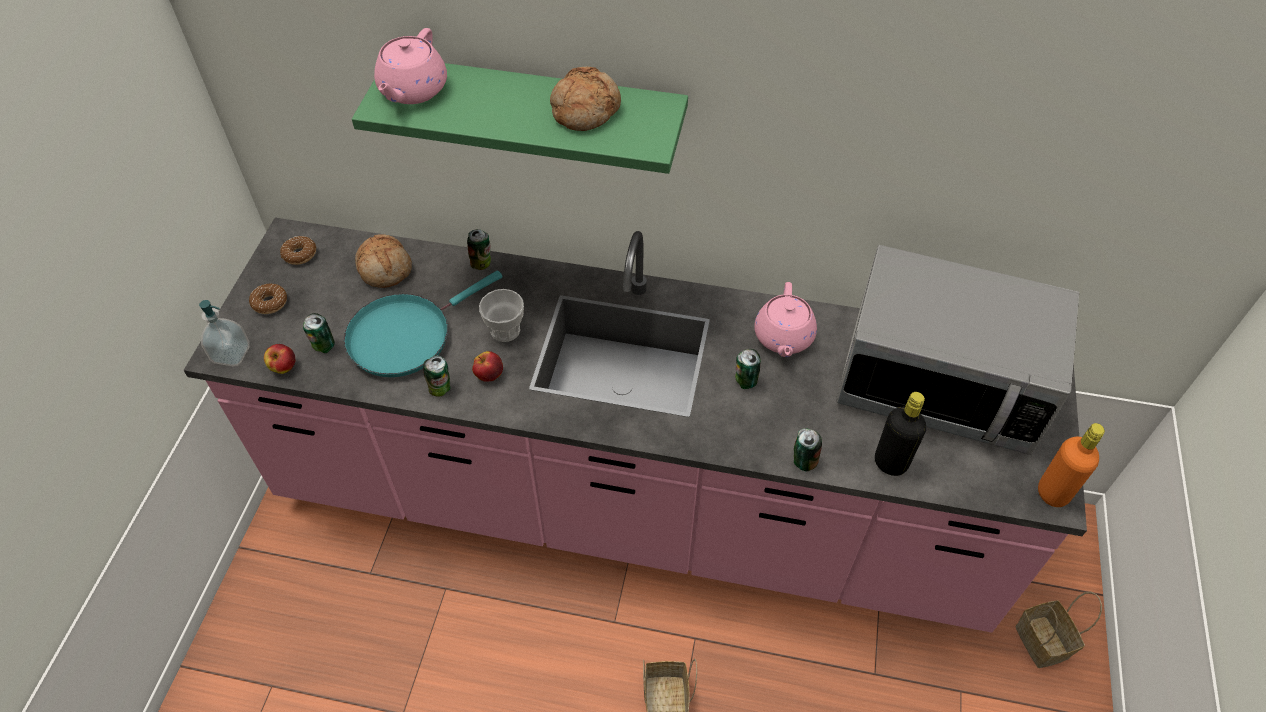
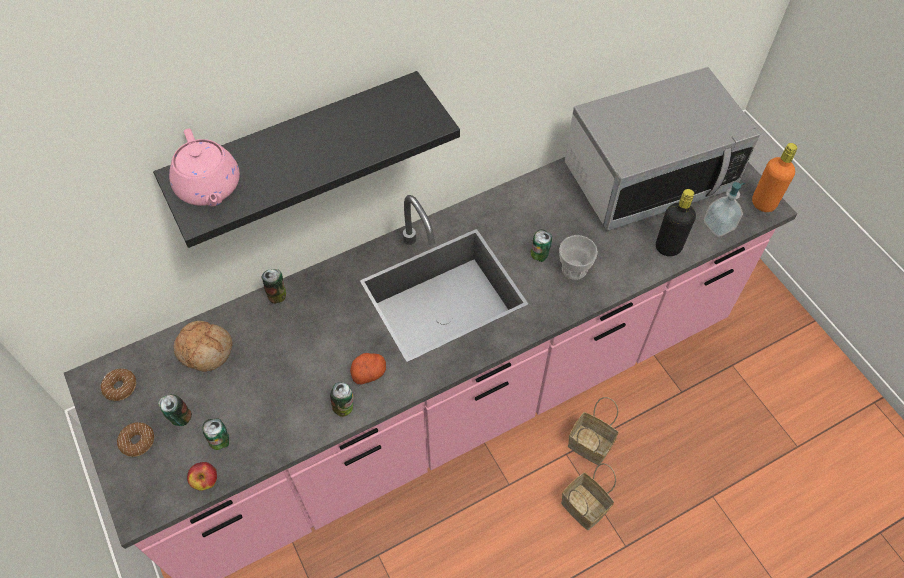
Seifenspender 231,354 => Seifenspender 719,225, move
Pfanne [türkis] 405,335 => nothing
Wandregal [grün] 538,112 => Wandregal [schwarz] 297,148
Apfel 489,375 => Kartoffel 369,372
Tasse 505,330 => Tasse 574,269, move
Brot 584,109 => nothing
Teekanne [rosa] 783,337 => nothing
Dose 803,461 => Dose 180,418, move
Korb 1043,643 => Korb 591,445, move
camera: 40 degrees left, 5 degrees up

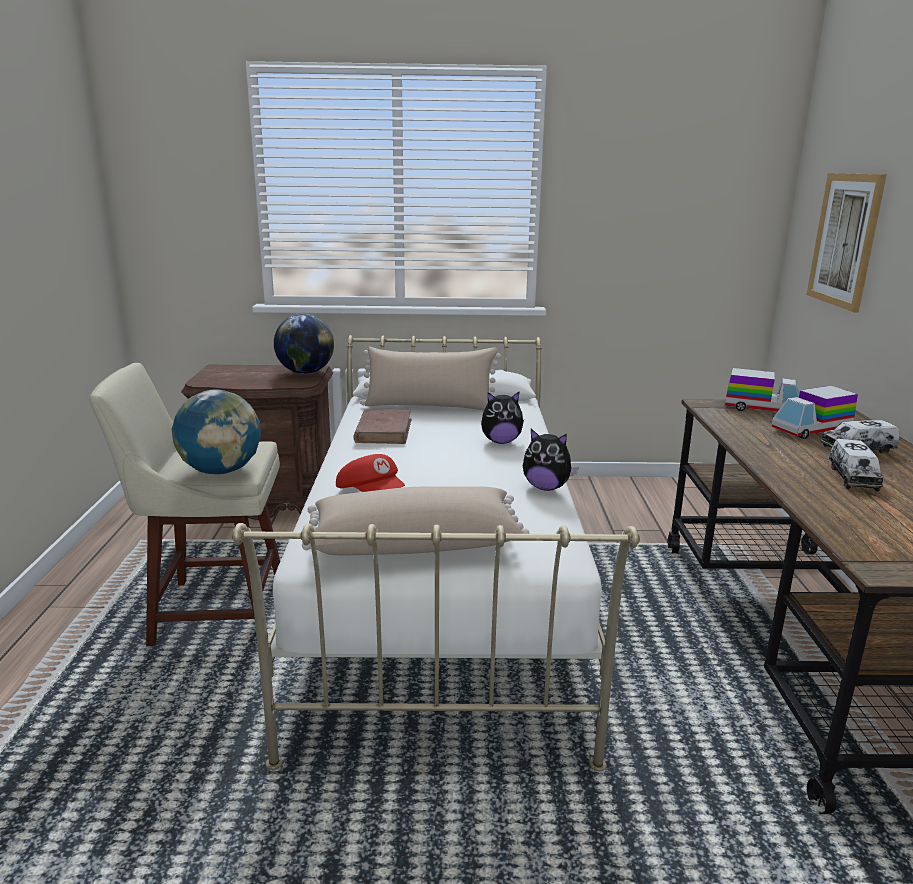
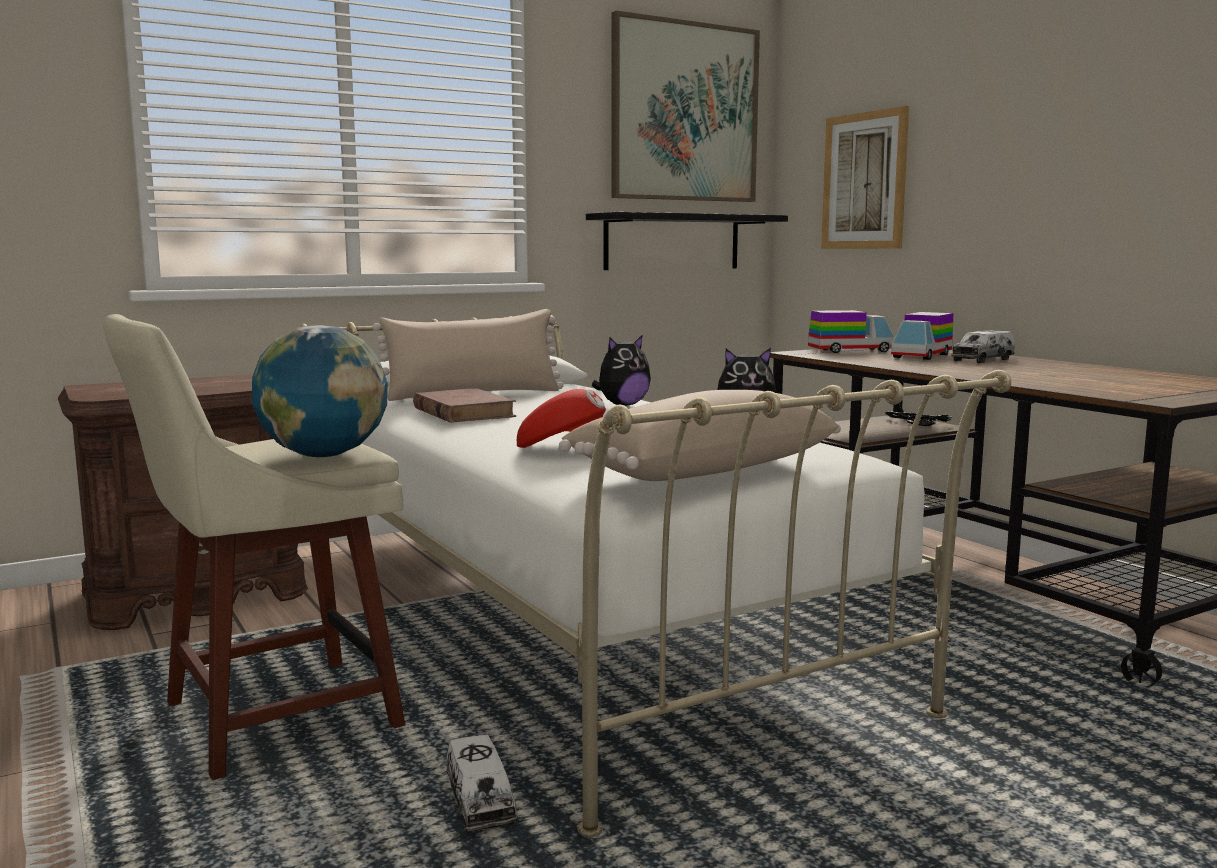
Globus 305,372 => nothing
Spielzeuglaster 853,477 => Spielzeuglaster 480,803, move
nothing => Wandregal [schwarz] 672,242
nothing => Bild 684,112
camera: 30 degrees left, 10 degrees down

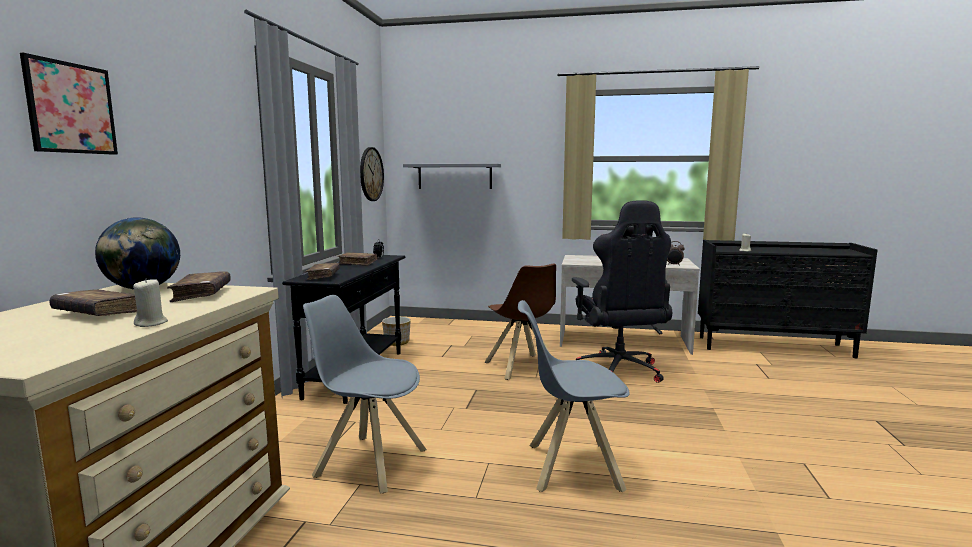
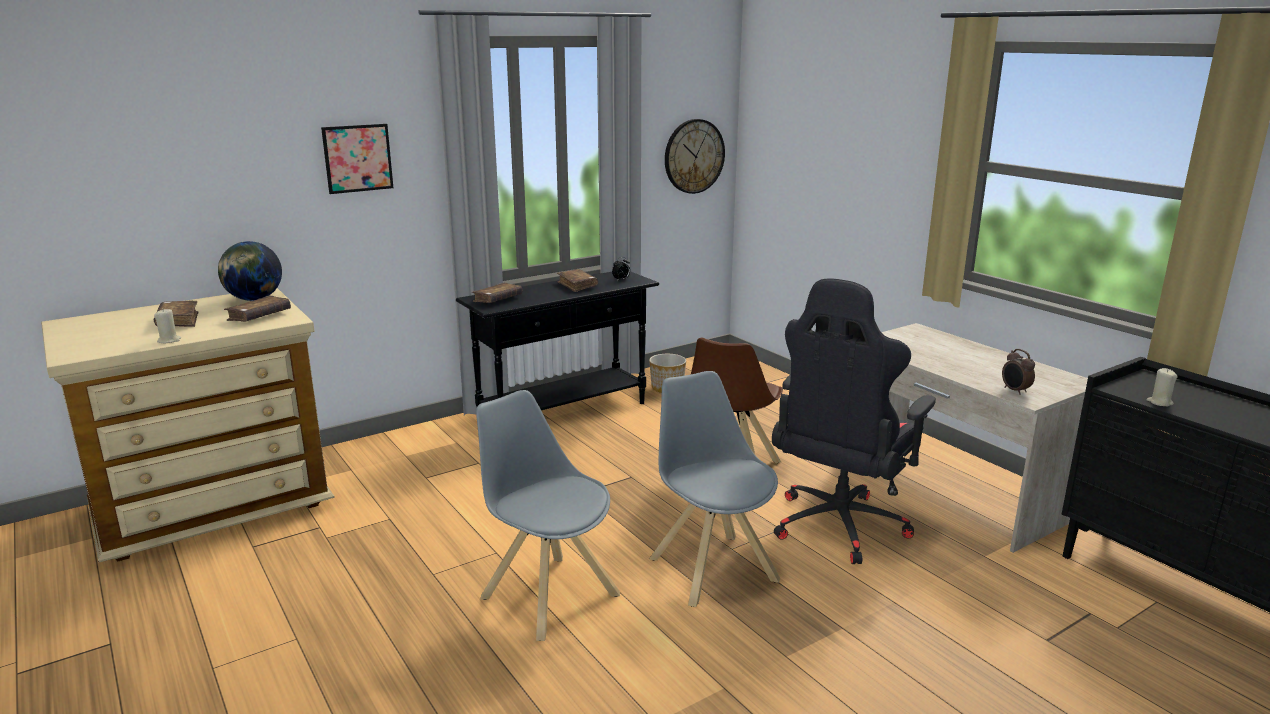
Bild 71,108 => Bild 357,158, move
Stuhl [grau] 369,461 => Stuhl [grau] 711,567, move
Wandregal [grau] 454,176 => nothing
camera: 45 degrees right, 10 degrees up

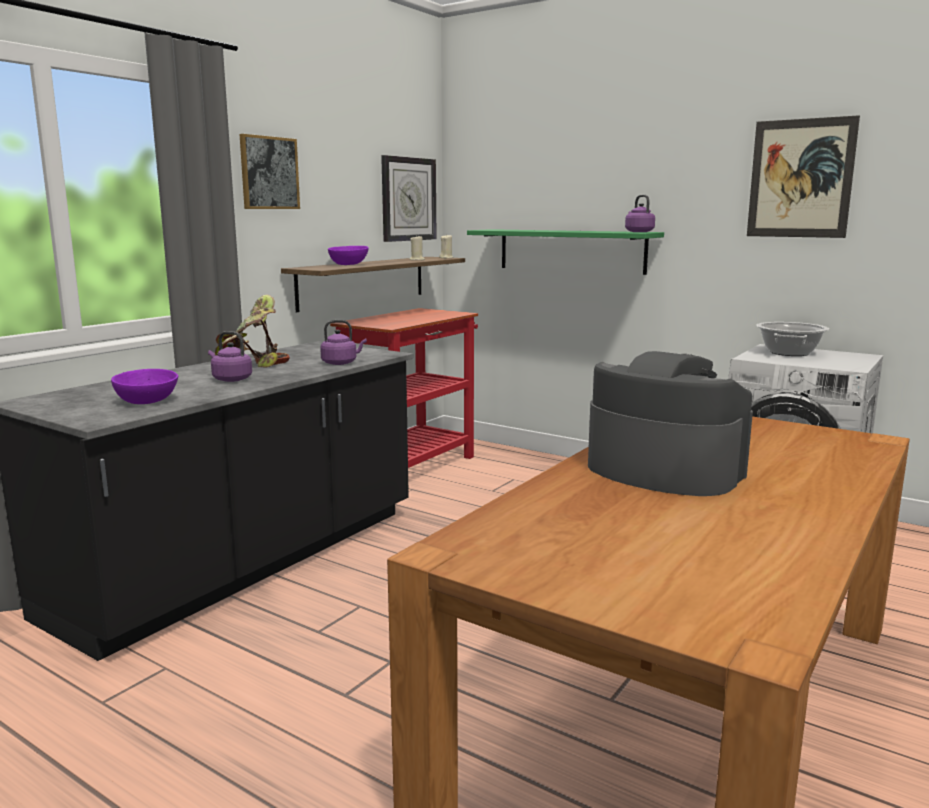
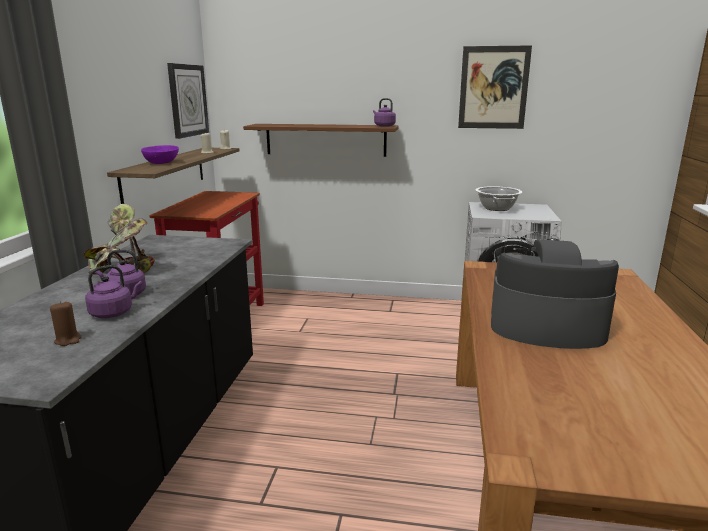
Schüssel [lila] 146,401 => Kerze [braun] 68,340
Bild 269,173 => nothing
Wasserkessel [lila] 341,363 => Wasserkessel [lila] 114,313, move
Wandregal [grün] 571,251 => Wandregal [braun] 325,140
camera: 25 degrees left, 5 degrees up

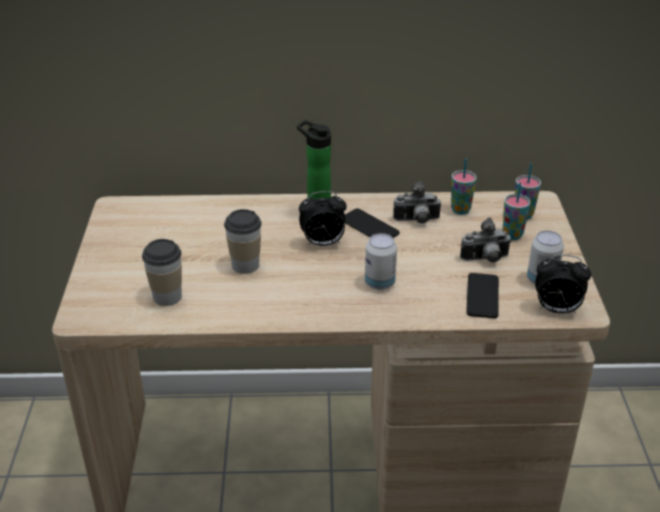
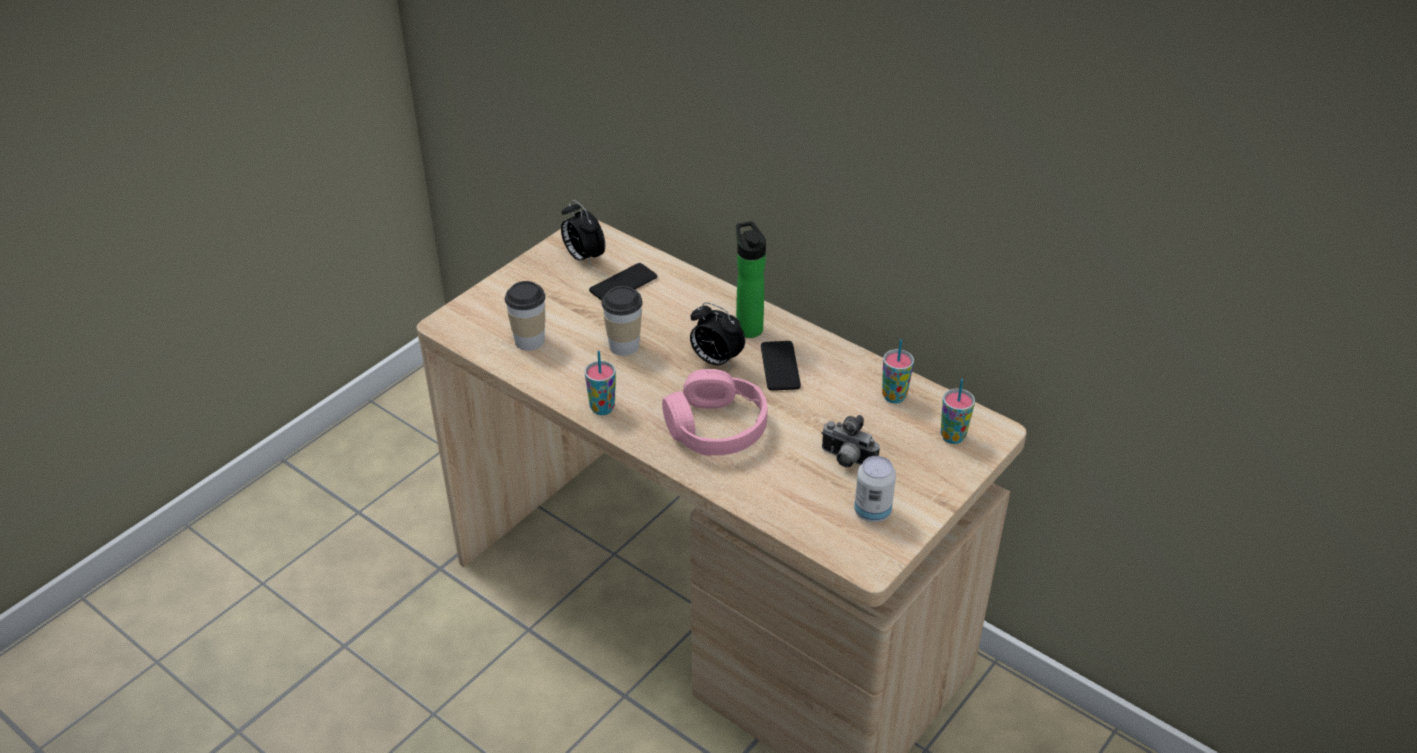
Dose 379,283 => Kopfhörer [rosa] 715,427
Kamera 417,221 => nothing
Handy 482,296 => Handy 623,284, move
Tasse 512,235 => Tasse 602,408, move
Wecker 556,310 => Wecker 583,257, move
camera: 40 degrees right, 5 degrees up

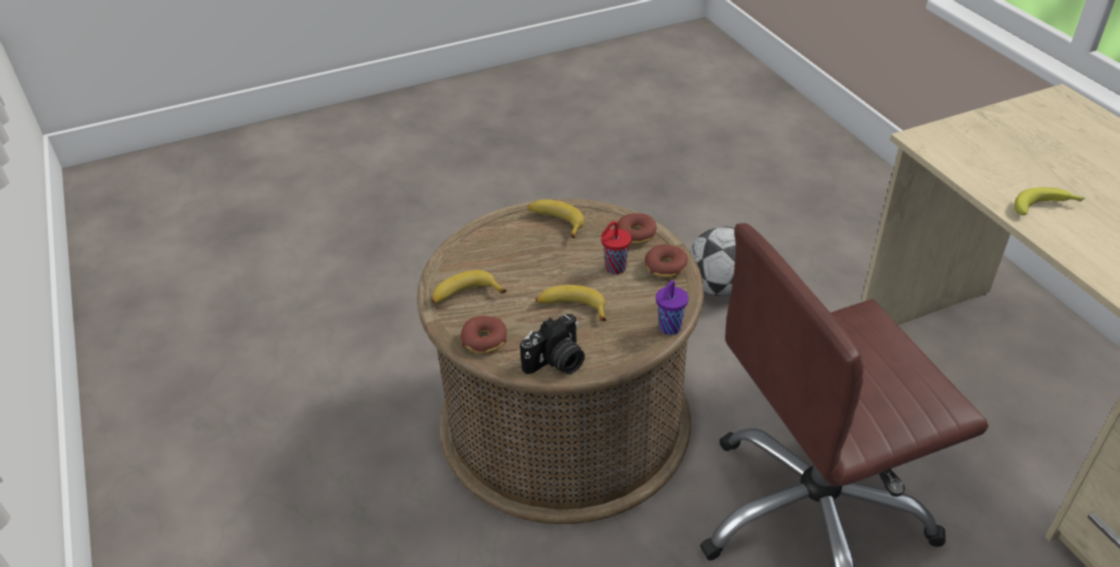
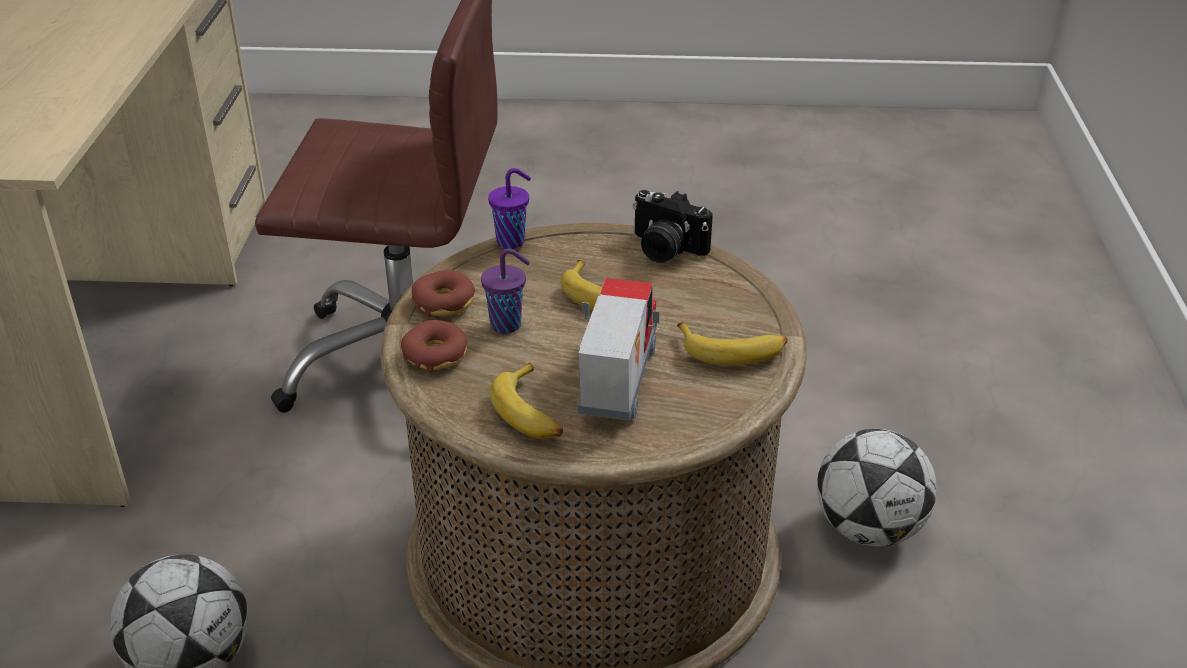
Donut 484,340 => nothing
Kamera 556,362 => Kamera 665,249, 135 degrees counterclockwise
Tasse [rot] 614,268 => Tasse [lila] 508,325
Banane 1047,207 => nothing
nothing => Spielzeuglaster 614,382
nothing => Fußball 868,529
camera: 155 degrees left, 5 degrees down

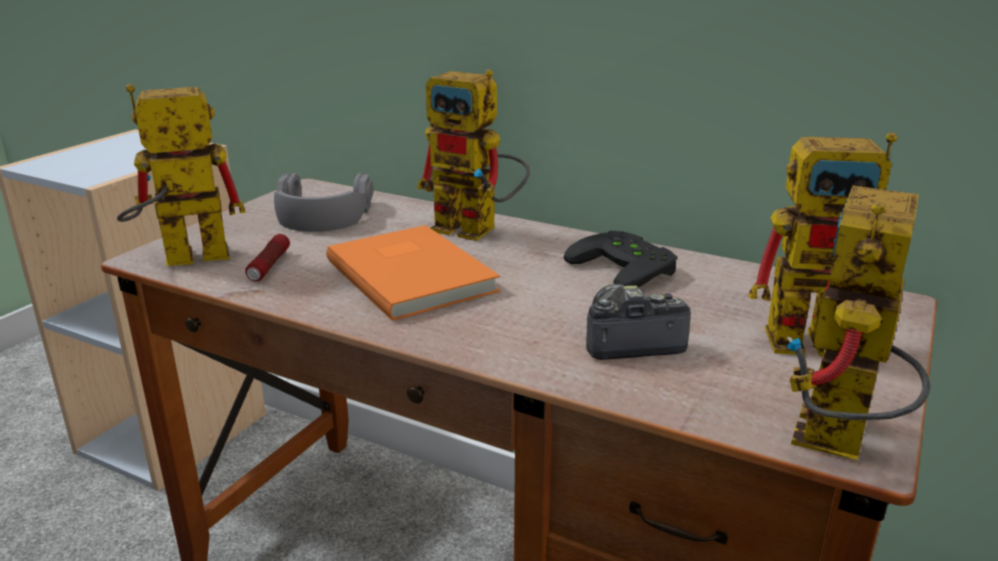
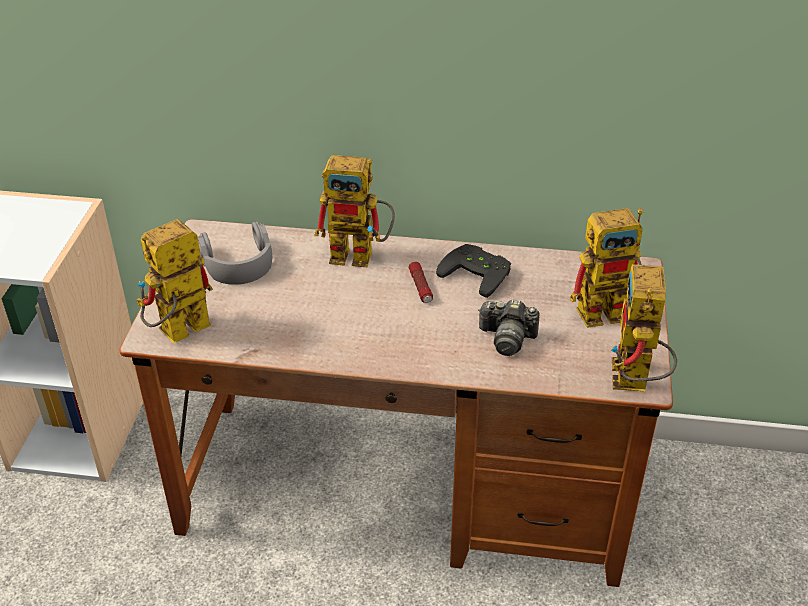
Taschenlampe 269,266 => Taschenlampe 420,287, move
Buch [orange] 413,274 => nothing
Kamera 629,342 => Kamera 507,338, 135 degrees counterclockwise
camera: 20 degrees left, 15 degrees up

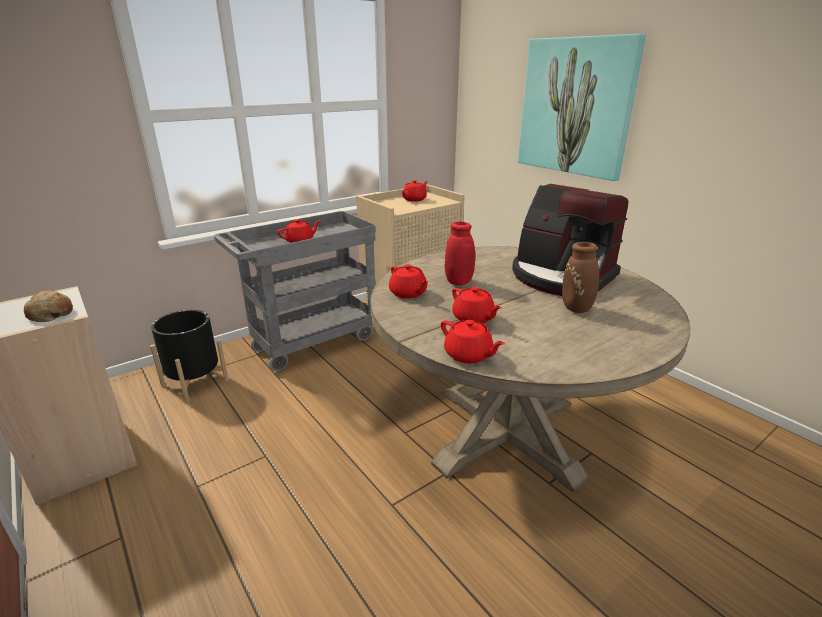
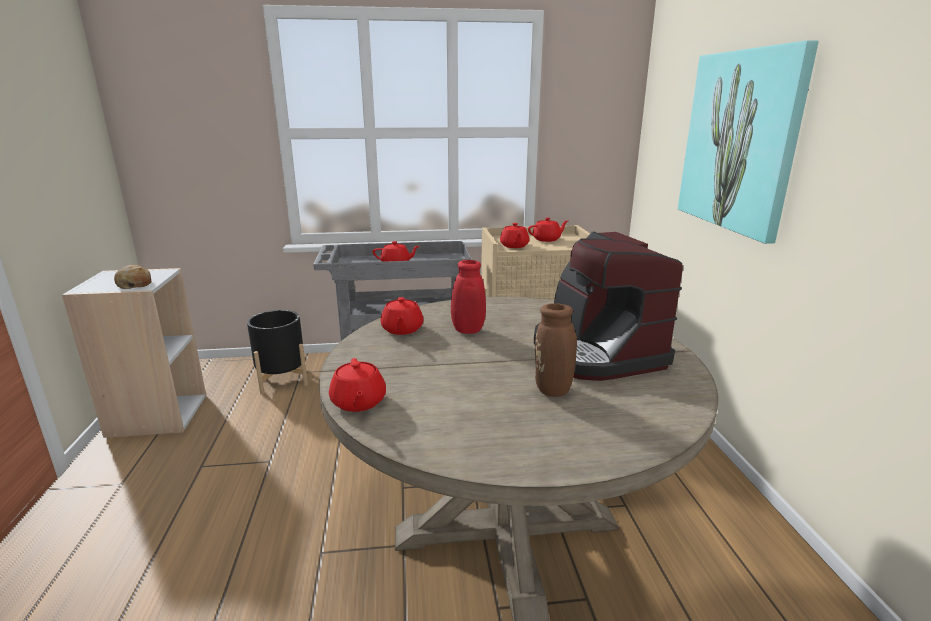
Teekanne [rot] 473,319 => Teekanne [rot] 514,246, move
camera: 30 degrees right, 5 degrees down

